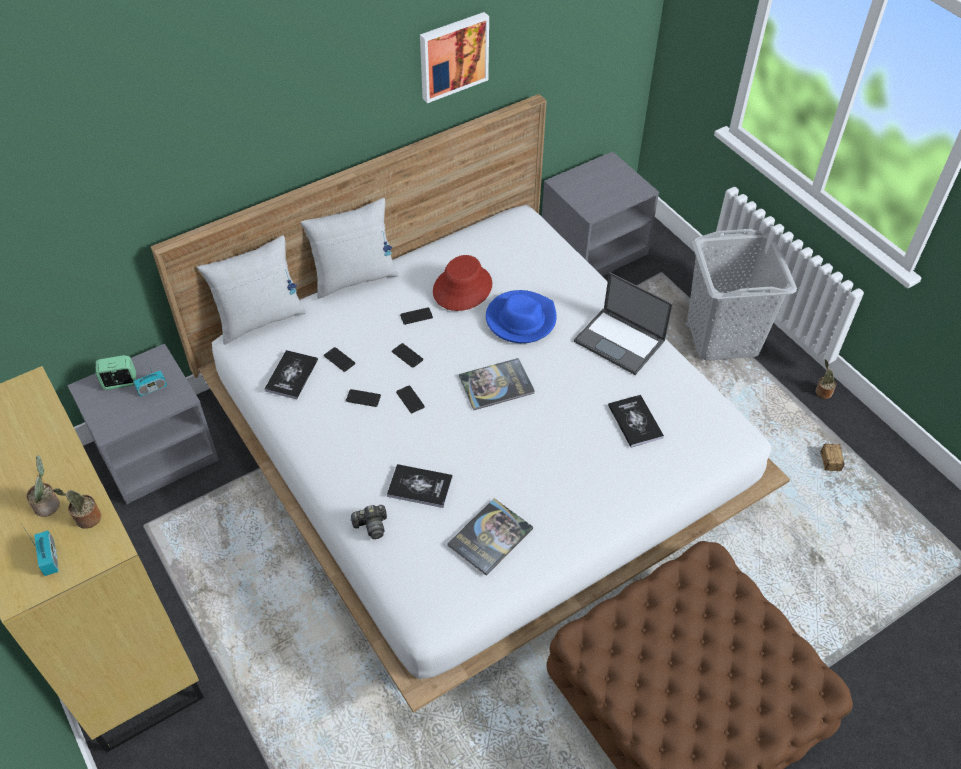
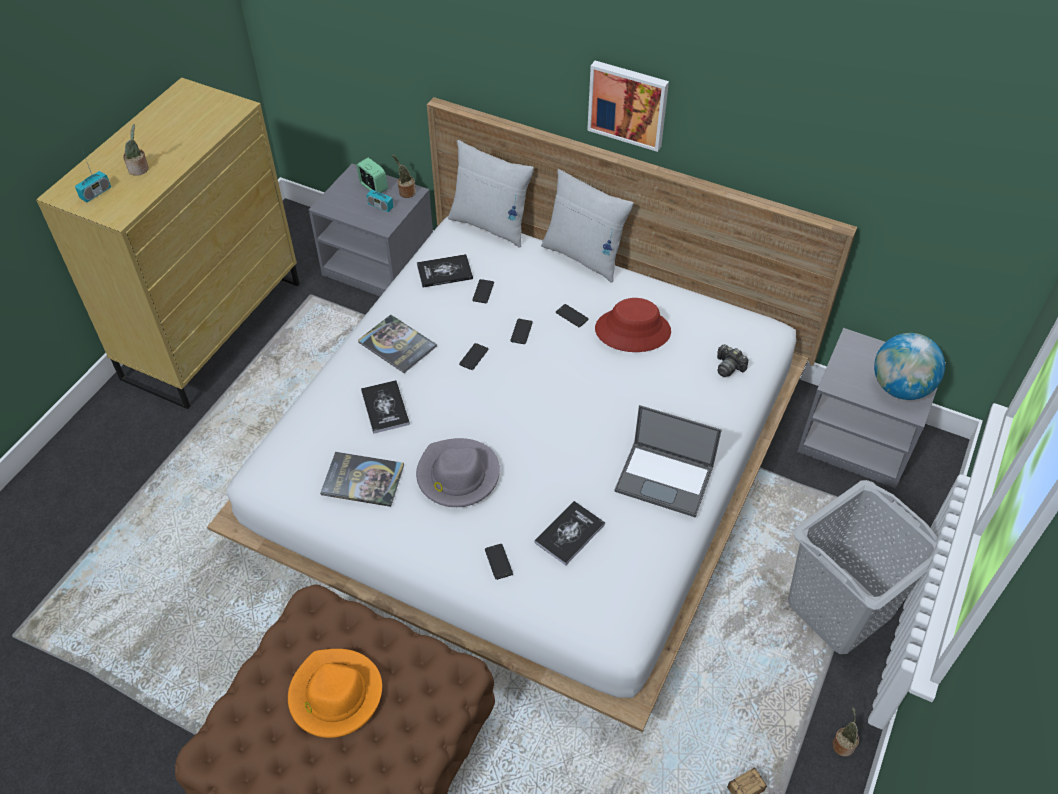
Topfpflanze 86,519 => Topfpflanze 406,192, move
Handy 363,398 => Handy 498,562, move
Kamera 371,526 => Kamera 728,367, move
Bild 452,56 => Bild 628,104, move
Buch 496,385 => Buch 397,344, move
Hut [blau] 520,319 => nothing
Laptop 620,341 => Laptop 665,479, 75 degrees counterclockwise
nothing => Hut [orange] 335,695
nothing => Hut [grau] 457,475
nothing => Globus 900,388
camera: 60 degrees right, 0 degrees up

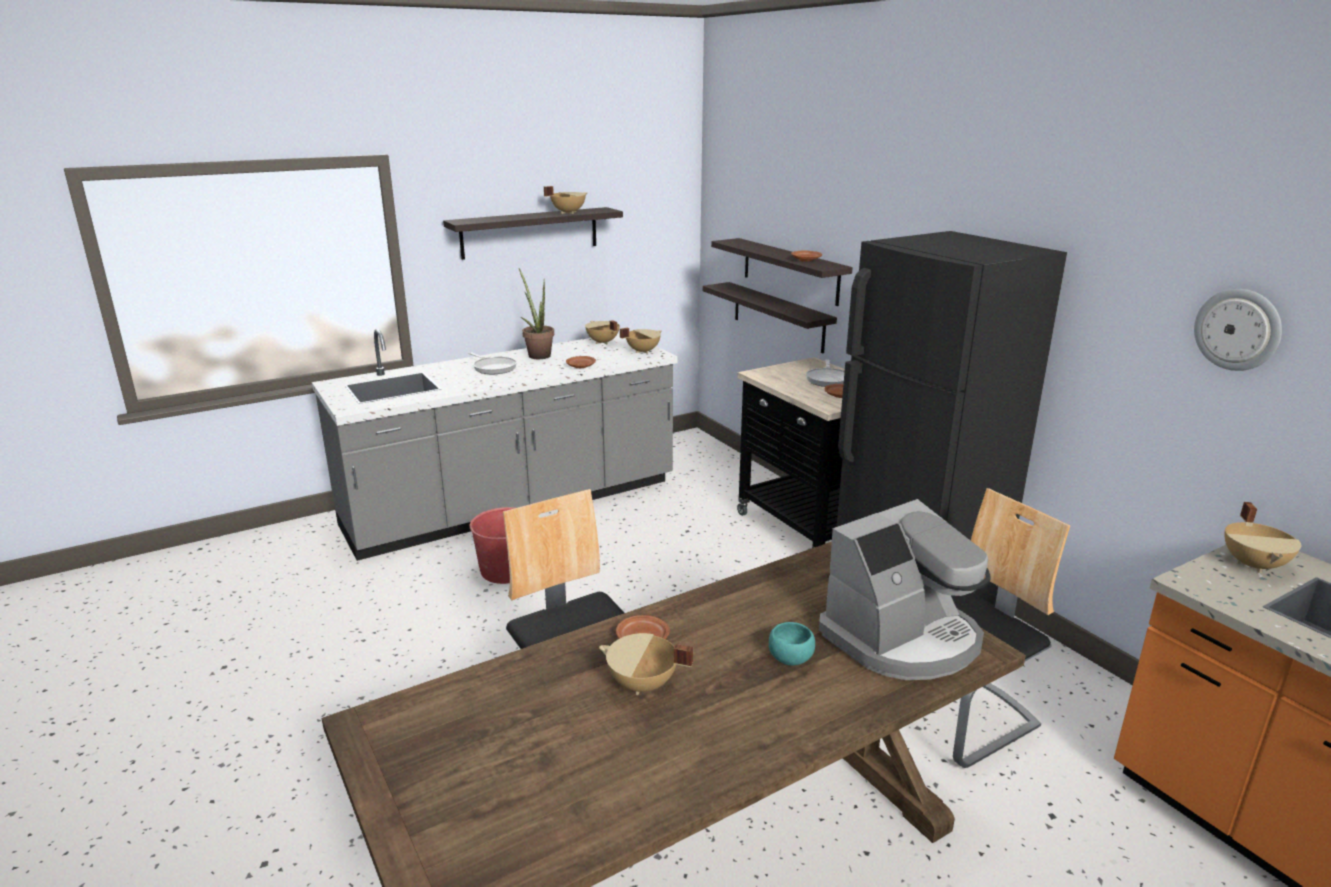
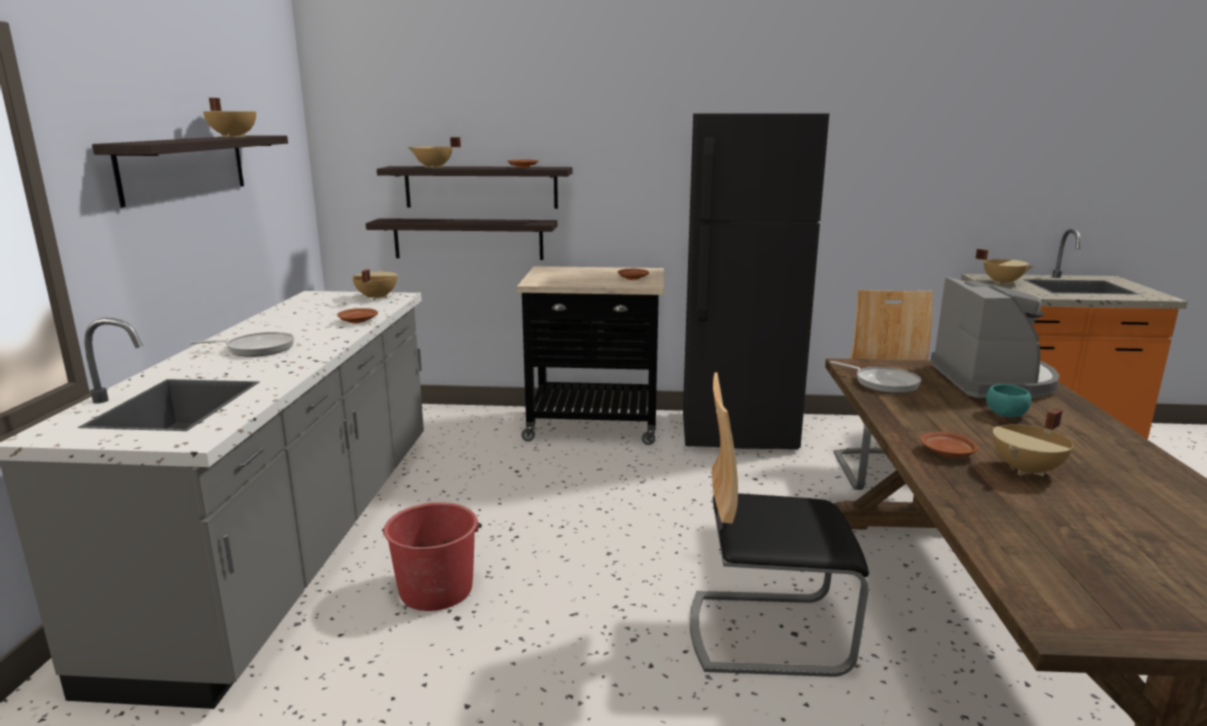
Topfpflanze 537,354 => nothing
Kochtopf [beige] 602,342 => Kochtopf [beige] 434,167, move
Pfanne 828,379 => Pfanne 883,383, move
Wanduhr 1238,329 => nothing
camera: 55 degrees left, 5 degrees down

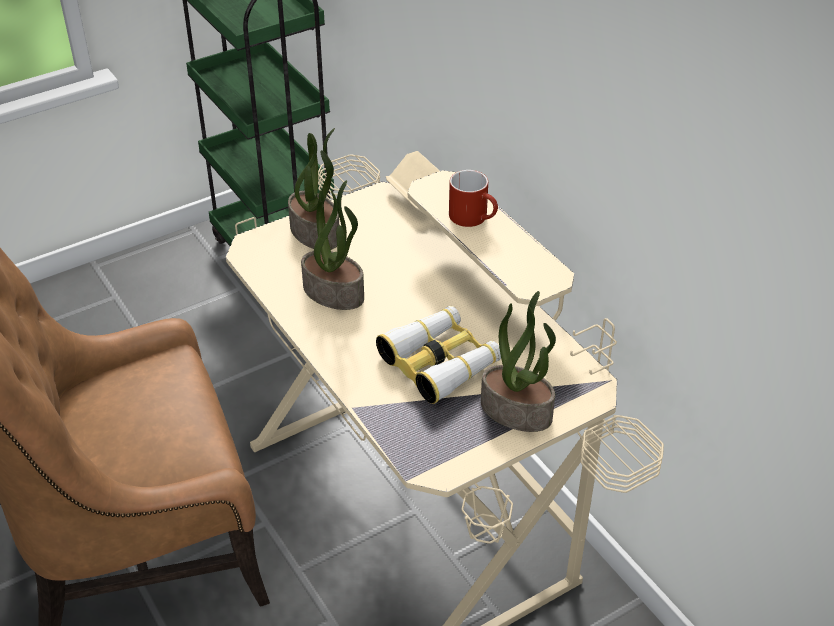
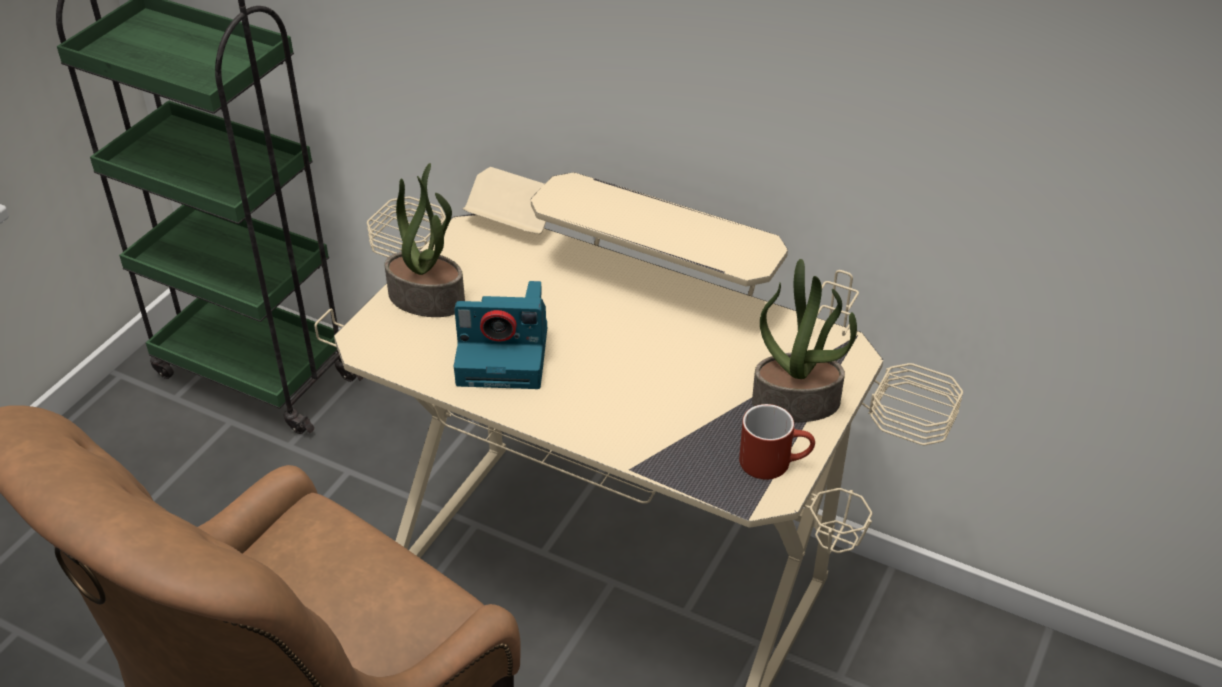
Topfpflanze 335,292 => Kamera 505,355
Fernglas 440,362 => nothing
Henkelbecher [rot] 474,218 => Henkelbecher [rot] 775,461, move
camera: 30 degrees left, 0 degrees up

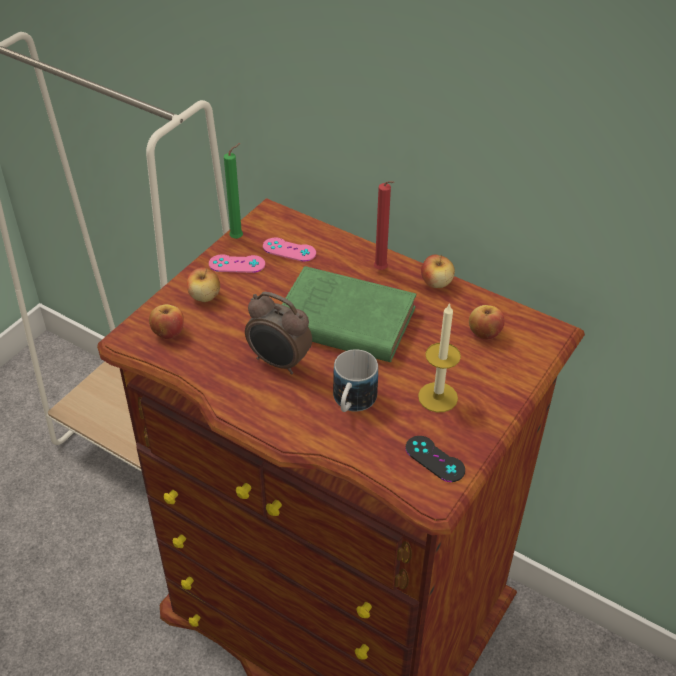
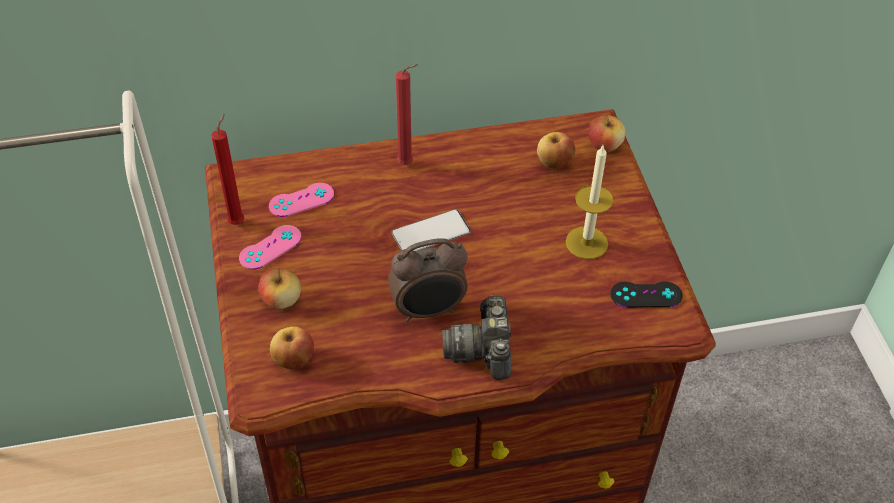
Kerze [grün] 238,238 => Kerze [rot] 238,221
Buch [grün] 341,320 => Handy 431,232
Henkelbecher 352,403 => nothing
Apfel 436,283 => Apfel 604,145, move
nothing => Kamera 482,349
camera: 45 degrees left, 5 degrees up

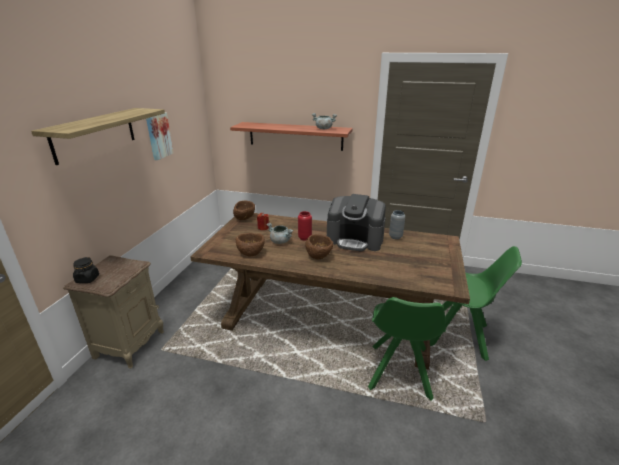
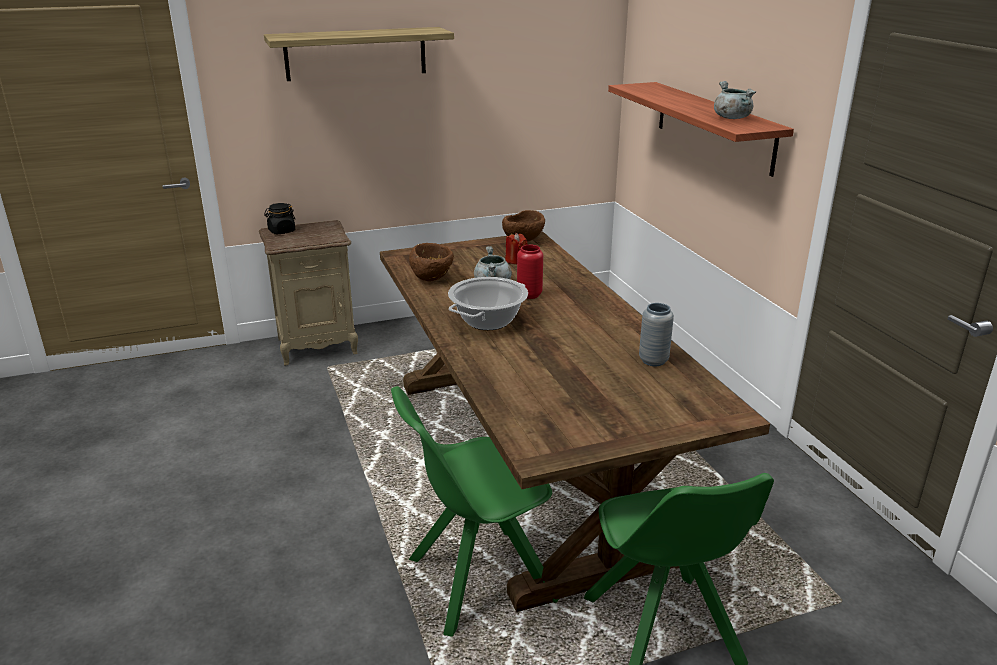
Bild 158,136 => nothing
Schüssel [braun] 319,256 => Kochtopf 488,321
Kaffeemaschine 355,240 => nothing
camera: 55 degrees right, 0 degrees up

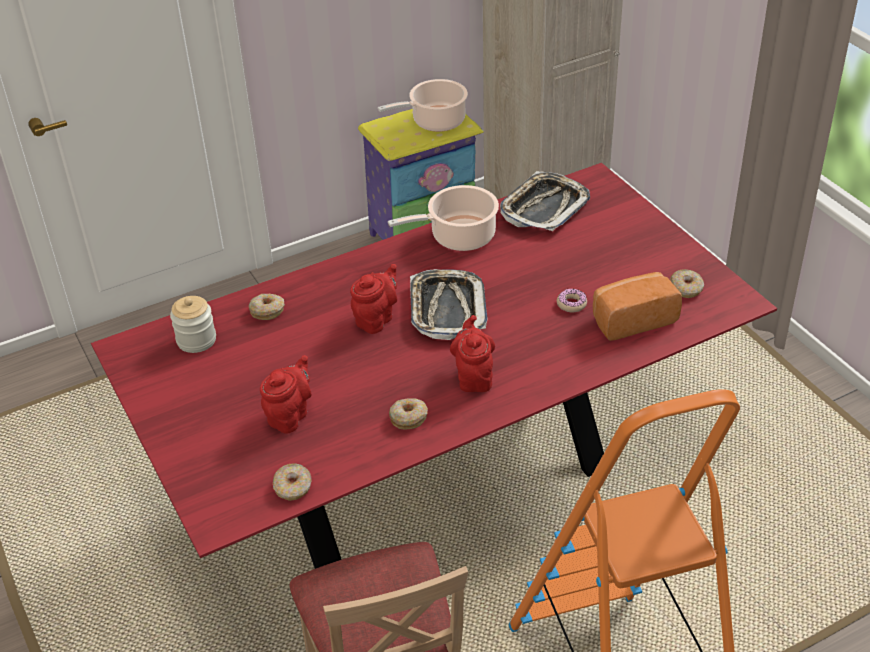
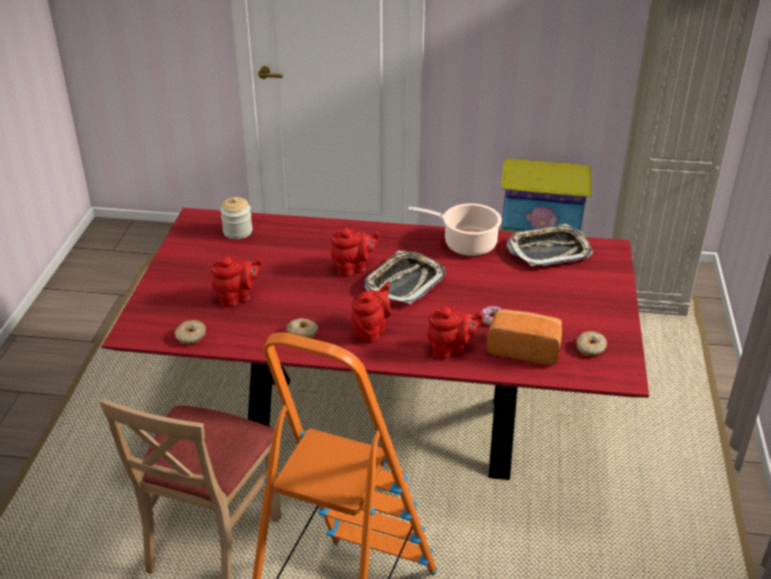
Donut 267,311 => nothing
Kochtopf 435,122 => nothing
nothing => Teekanne [rot] 451,350
camera: 35 degrees right, 5 degrees down

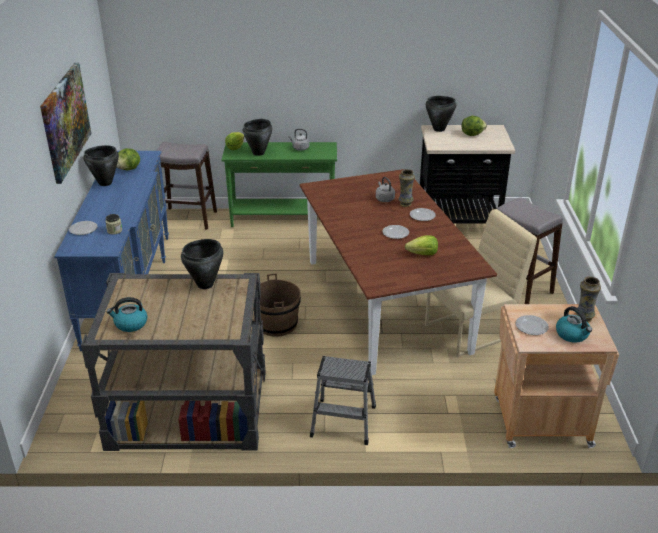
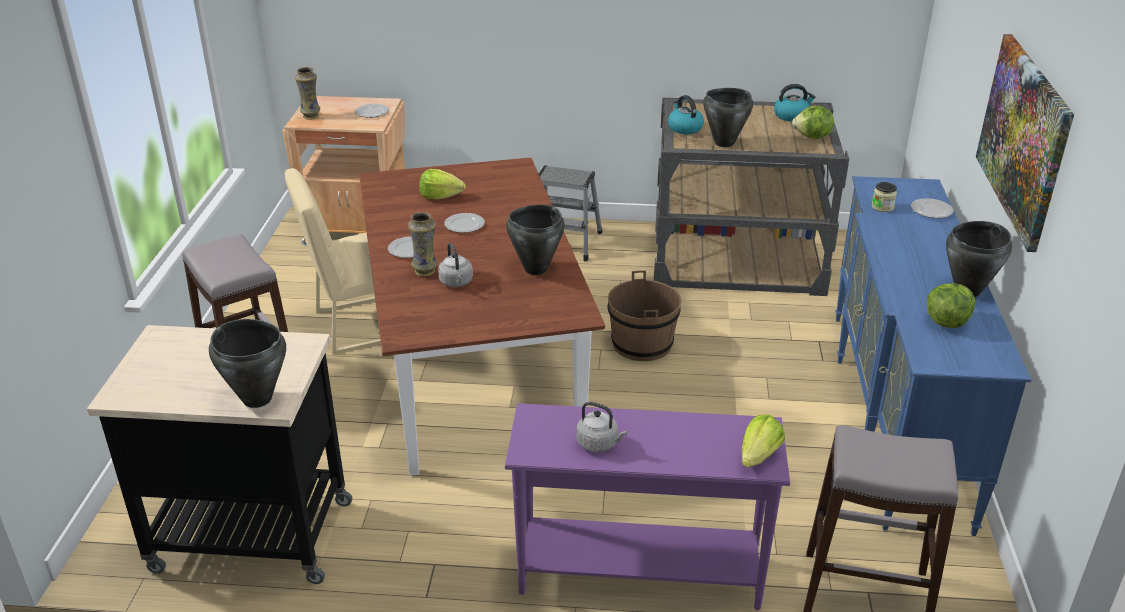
Konsolentisch [grün] 283,219 => Konsolentisch [lila] 638,577
Kochtopf [schwarz] 259,153 => Kochtopf [schwarz] 535,269, move
Salatkopf 472,134 => Salatkopf 812,137, move
Wasserkessel 572,335 => Wasserkessel 684,128, move
camera: 175 degrees left, 0 degrees up

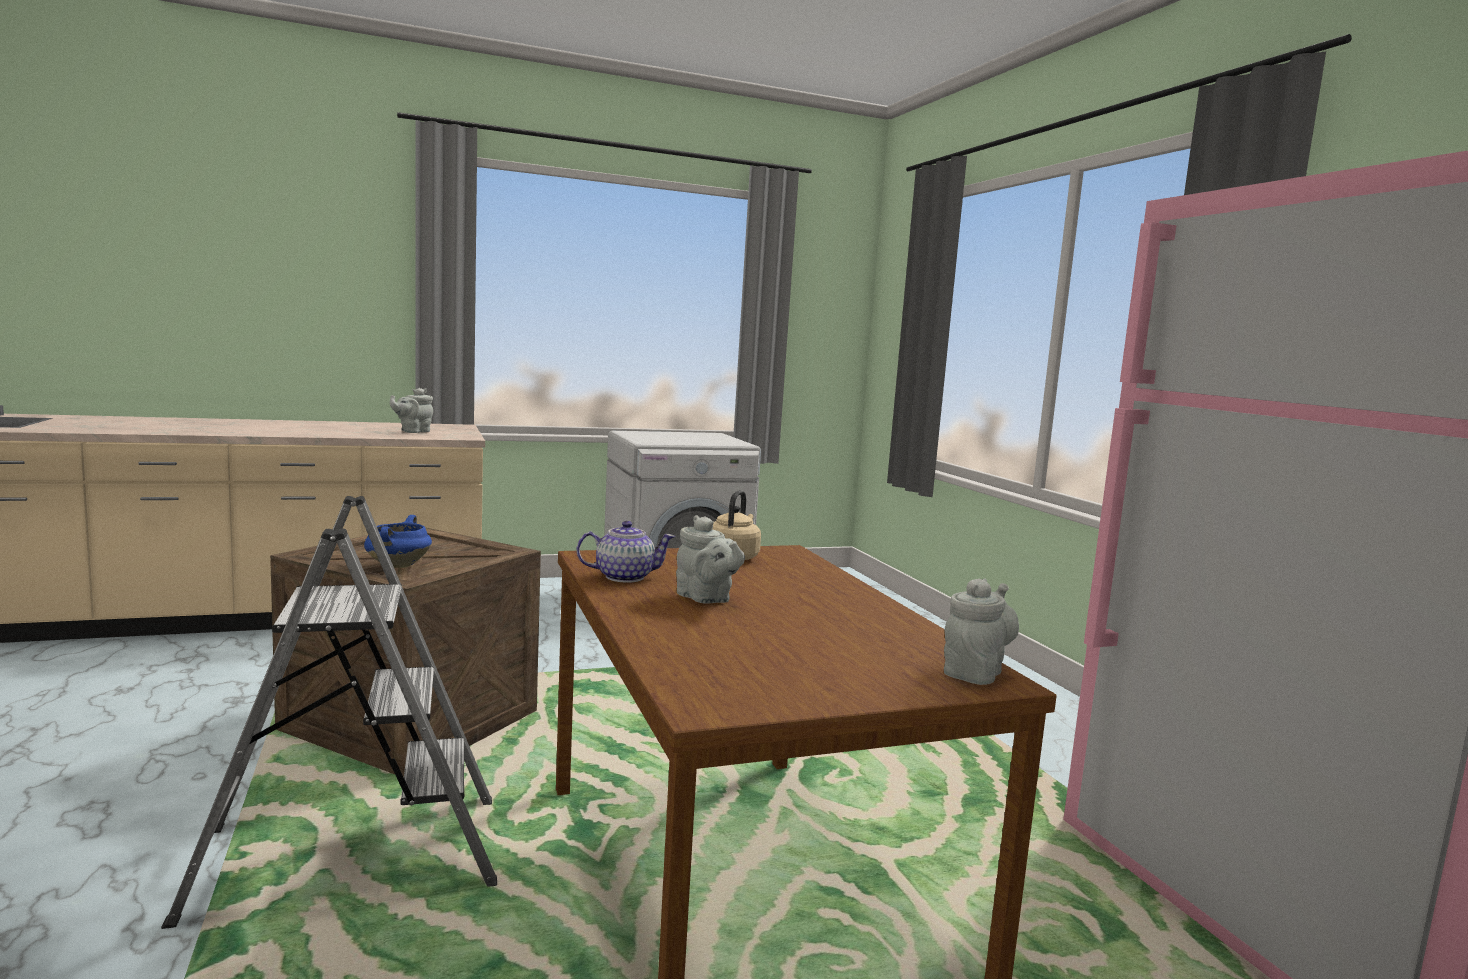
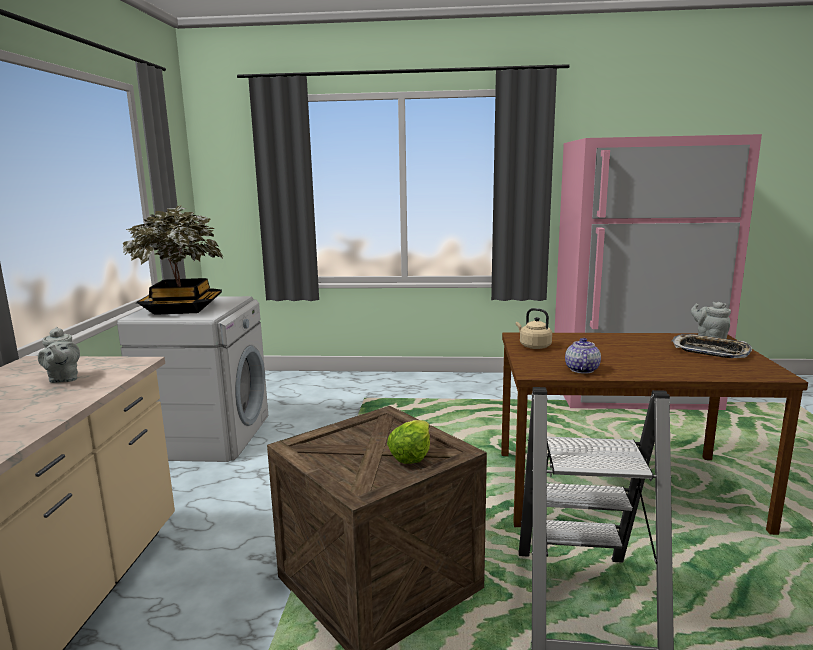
Kochtopf [blau] 398,565 => Salatkopf 411,455
Teekanne [grau] 706,598 => nothing
nothing => Topfpflanze 182,309
nothing => Tablett 710,351
camera: 65 degrees left, 5 degrees up

